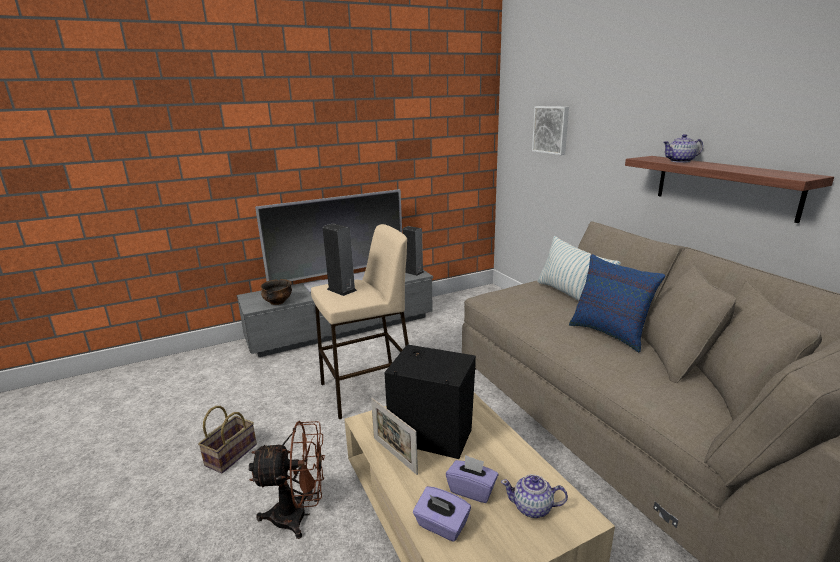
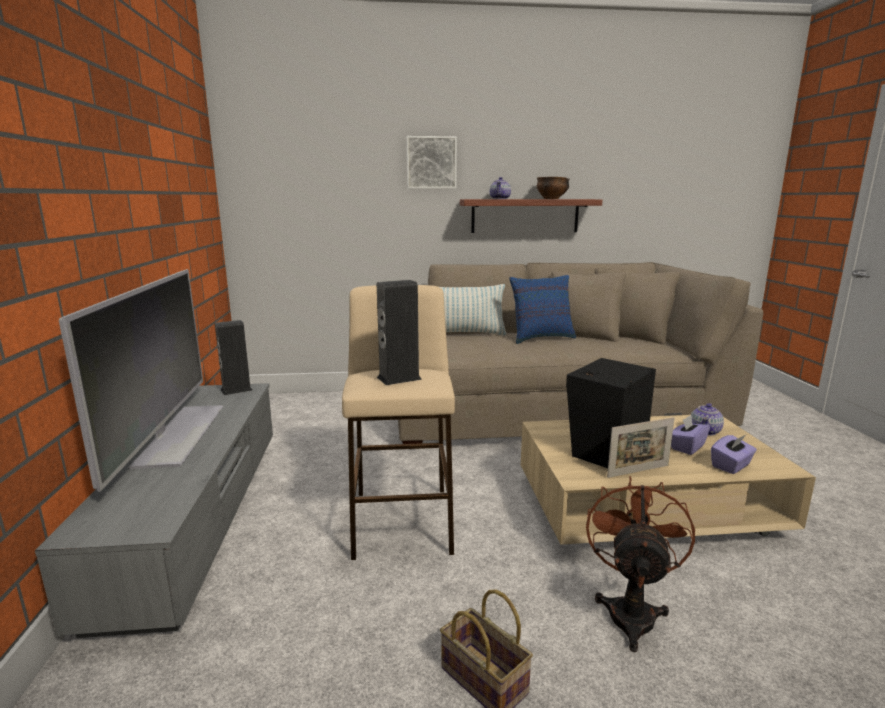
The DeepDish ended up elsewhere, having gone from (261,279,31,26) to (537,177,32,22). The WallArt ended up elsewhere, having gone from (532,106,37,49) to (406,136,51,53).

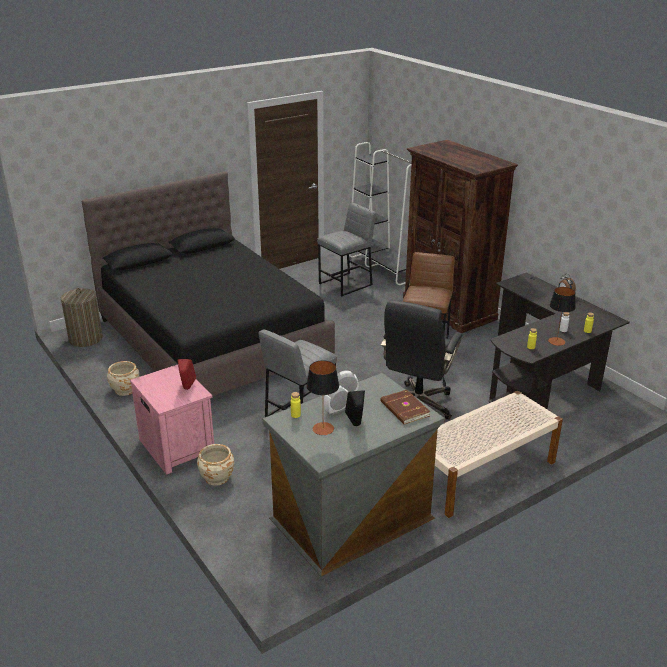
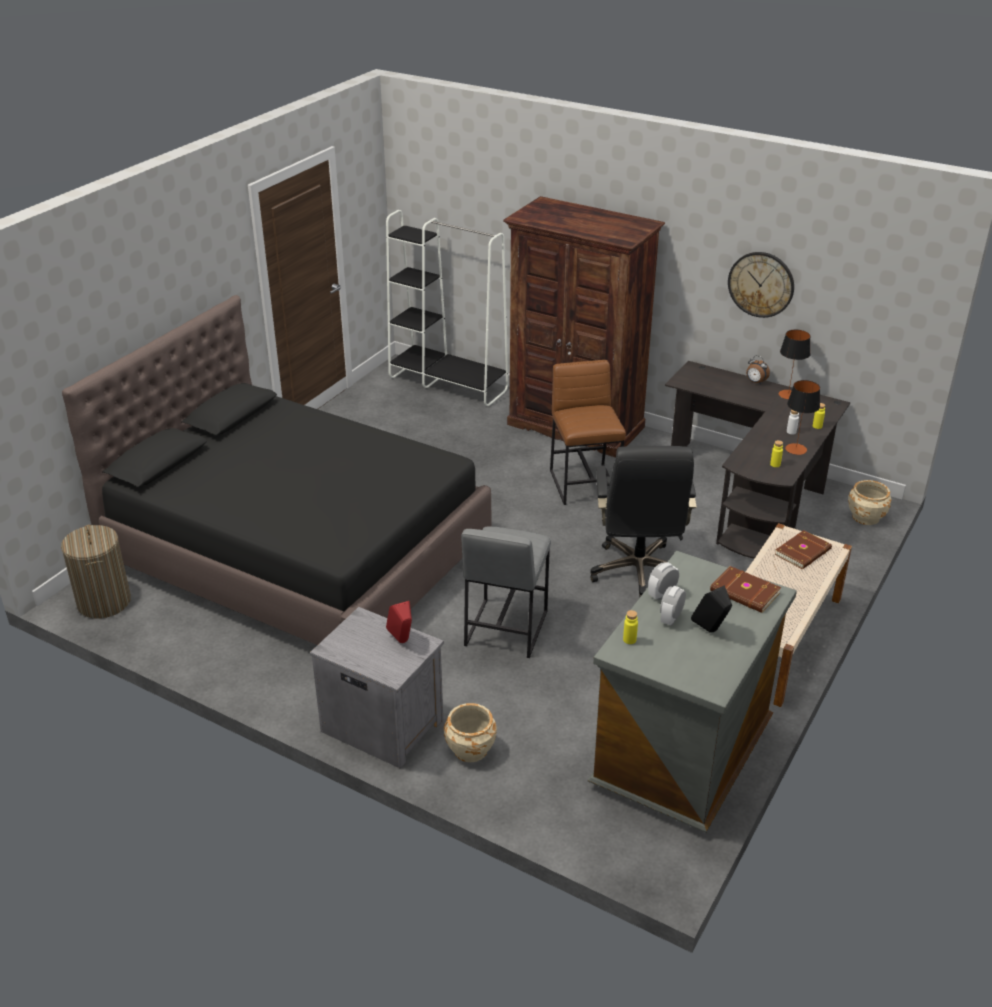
The second view lost the GreyUprightChair at (317,203,59,93). The second view gained the HangingClock at (728,252,66,66). The second view gained the BrownishVolume at (775,530,57,39). The SandColouredPlantPot ended up elsewhere, having gone from (107,361,32,35) to (848,480,43,45). The TableLamp ended up elsewhere, having gone from (306,360,33,75) to (779,330,32,69). What was the PinkNightTable at (130,365,84,110) turned into the GreyNightTable at (310,607,134,162).

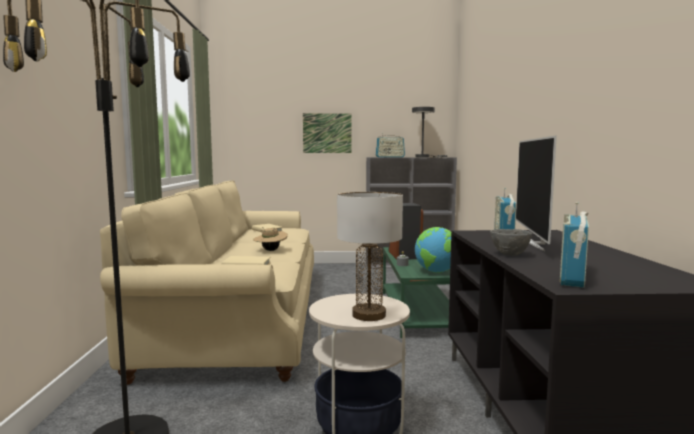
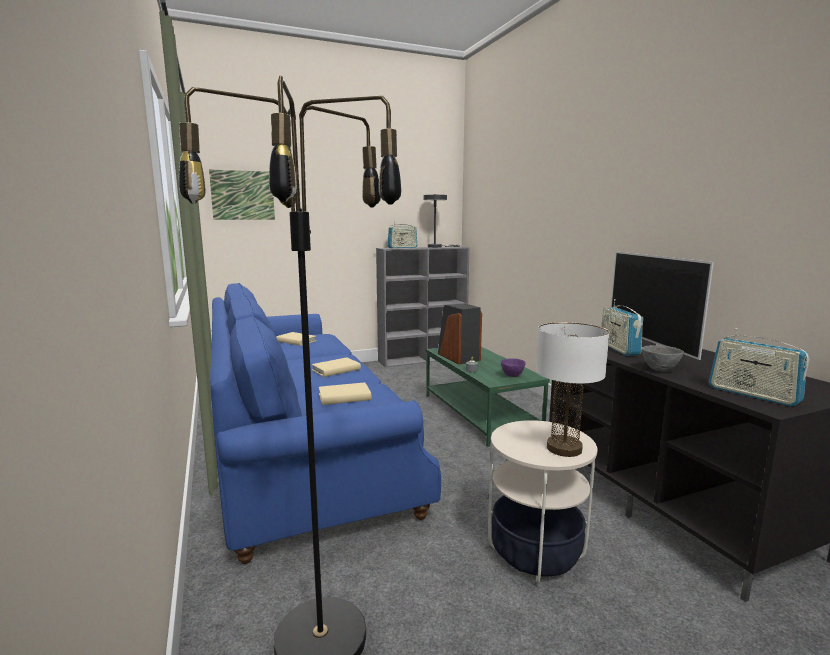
The WallArt ended up elsewhere, having gone from (303,113,49,40) to (209,169,66,51). Where the SandColouredWearableHat stood at (253,227,35,24), the SandColouredVolume came to stand at (312,357,49,20). Where the Globe stood at (415,227,36,46), the PurpleDeepDish came to stand at (501,358,25,19). What was the SandColouredSofa at (100,180,214,205) turned into the BlueColouredSofa at (210,283,231,281). The RadioSet at (560,202,29,86) ended up facing another way, 45 degrees counterclockwise from before.

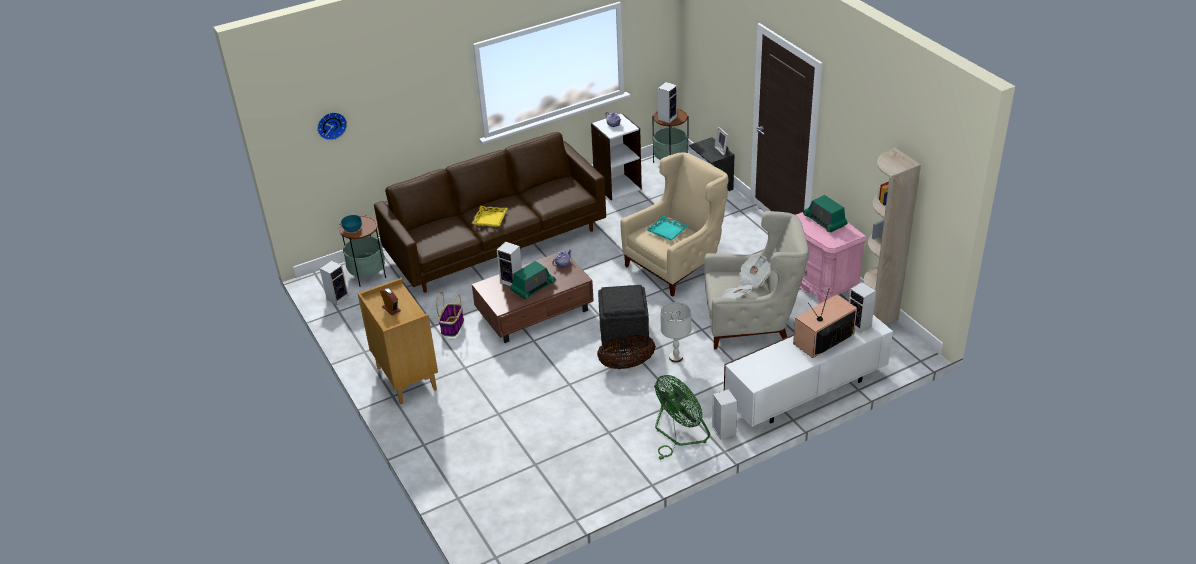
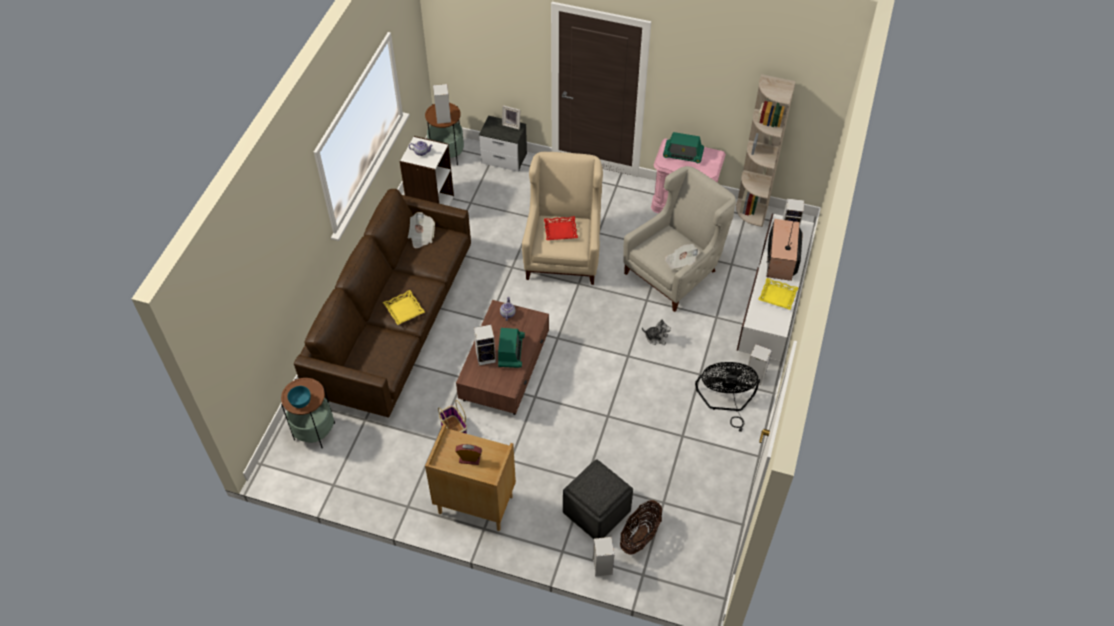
The second view lost the HangingClock at (317,112,30,28). The second view gained the YellowColouredTray at (758,278,41,32). The AudioSpeaker ended up elsewhere, having gone from (320,260,29,45) to (593,537,21,40). The HouseholdBasket ended up elsewhere, having gone from (597,335,59,34) to (620,500,42,55). The GreyPouffe ended up elsewhere, having gone from (598,285,51,65) to (563,460,70,79). The DailyPaper ended up elsewhere, having gone from (739,256,31,33) to (408,212,27,36). Where the GreyTableLamp stood at (660,302,31,61), the CuddlyToy came to stand at (642,319,29,26). What was the TurquoiseColouredTray at (646,216,42,24) turned into the RedTray at (544,216,34,24). What was the GreenCoolingFan at (654,375,56,85) turned into the BlackishCoolingFan at (695,362,65,70).

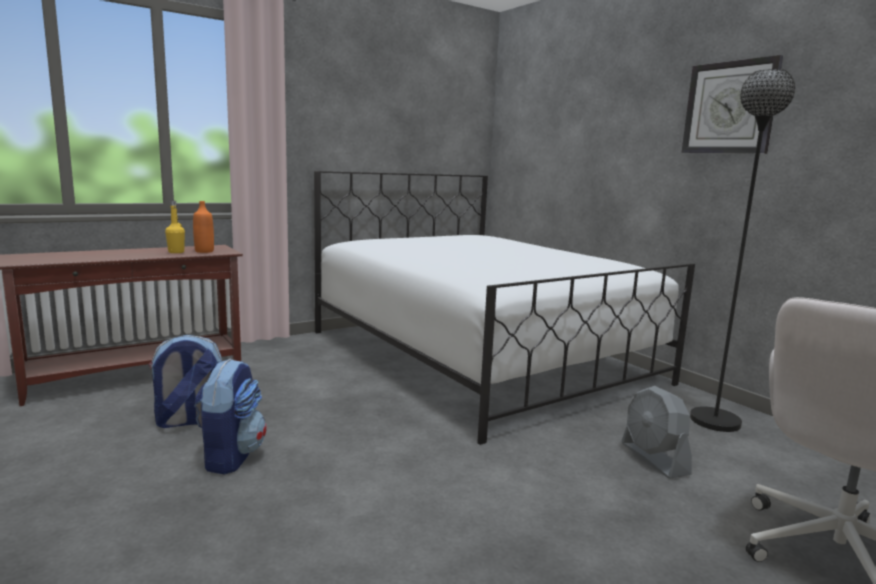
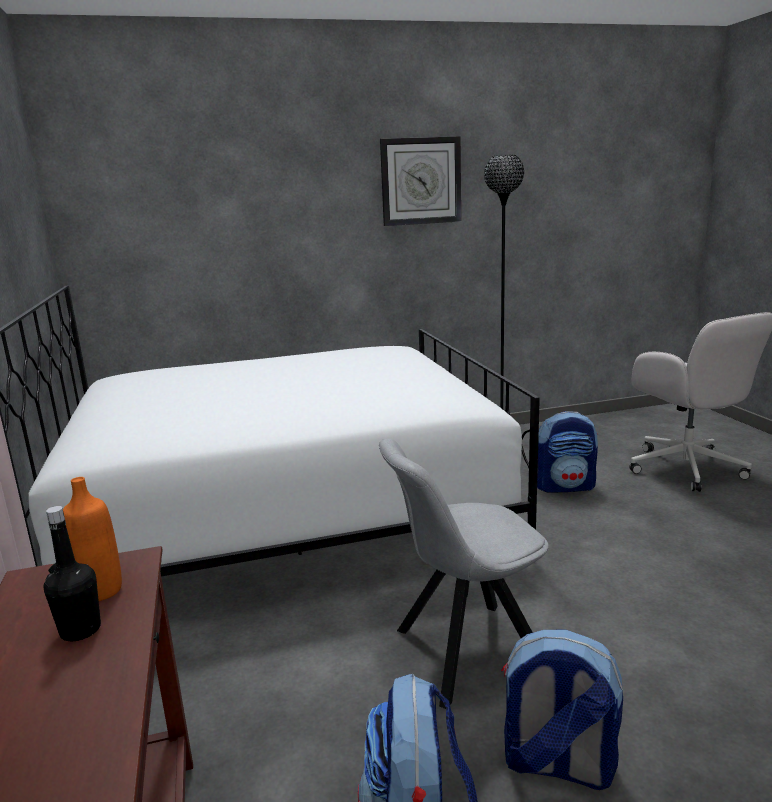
The second view gained the GreyUprightChair at (379,439,170,270). Where the GreyCoolingFan stood at (622,386,70,93), the Knapsack came to stand at (537,411,61,82). What was the YellowColouredBeverageBottle at (165,201,20,52) turned into the BlackishBeverageBottle at (44,506,57,136).

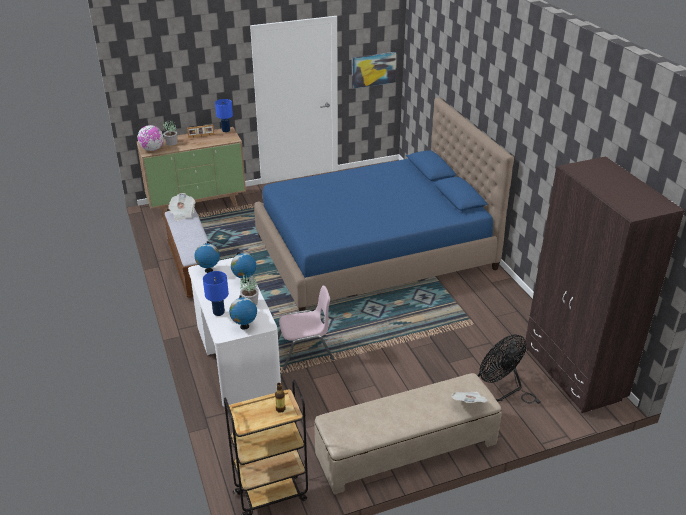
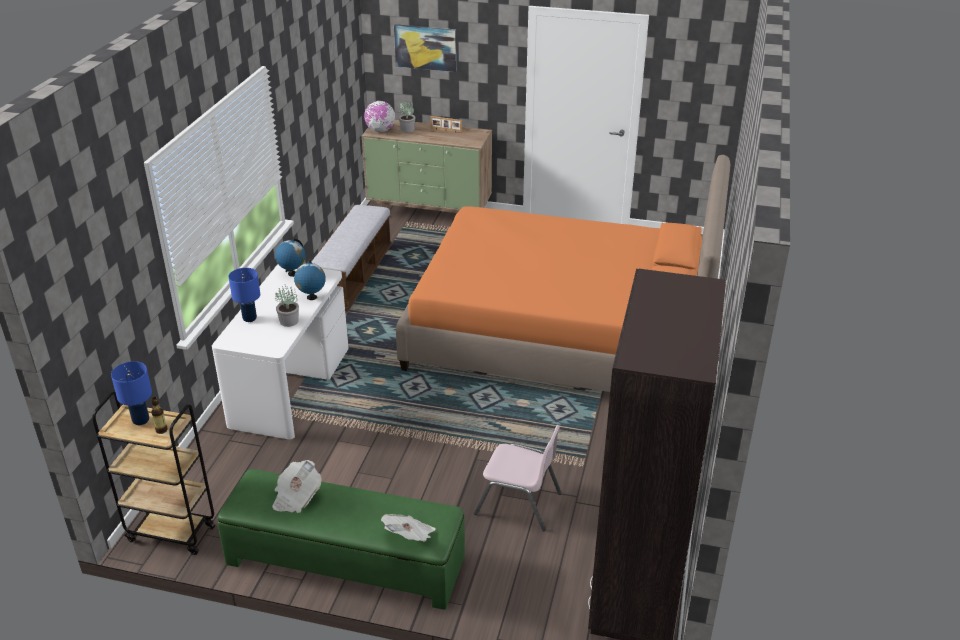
The second view lost the Globe at (229,295,28,35). The second view lost the BlackishCoolingFan at (477,335,64,69). The DailyPaper ended up elsewhere, having gone from (168,193,28,28) to (272,460,49,53). The BlueColouredTableLamp ended up elsewhere, having gone from (215,99,18,33) to (111,361,41,64). The PinkUprightChair ended up elsewhere, having gone from (278,286,56,84) to (474,425,88,106). The WallArt ended up elsewhere, having gone from (352,52,44,37) to (394,24,63,48). What was the BlueColouredSleepingBed at (254,97,260,214) turned into the OrangeySleepingBed at (396,155,334,237). What was the SandColouredIndoorBench at (314,373,188,121) turned into the GreenIndoorBench at (218,469,247,141).

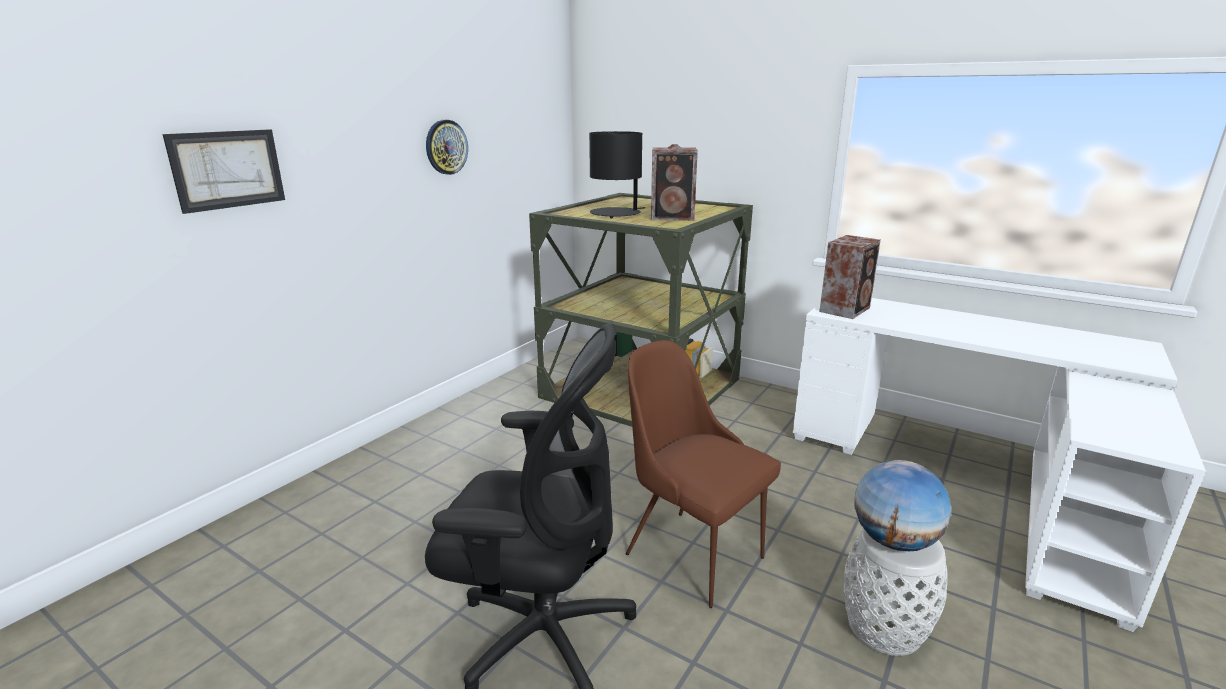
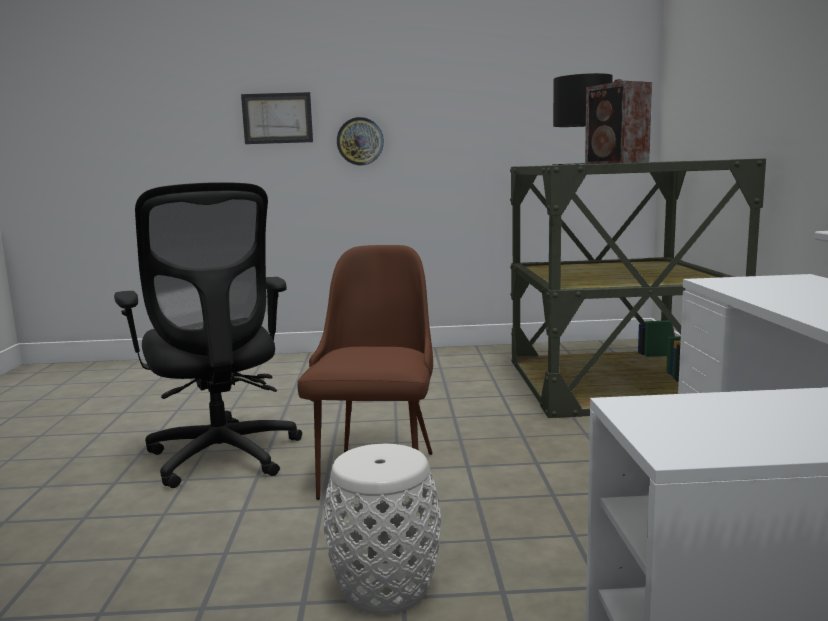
The second view lost the AudioSpeaker at (819,235,62,84). The second view lost the Globe at (855,460,96,91). The HangingClock ended up elsewhere, having gone from (426,120,42,55) to (337,117,47,48).

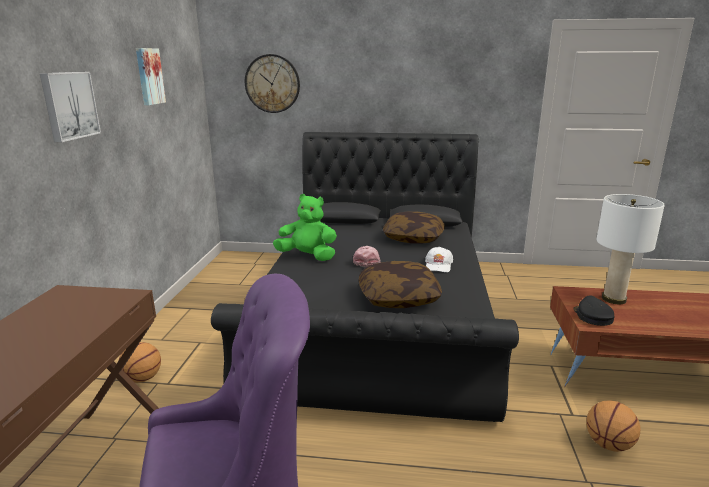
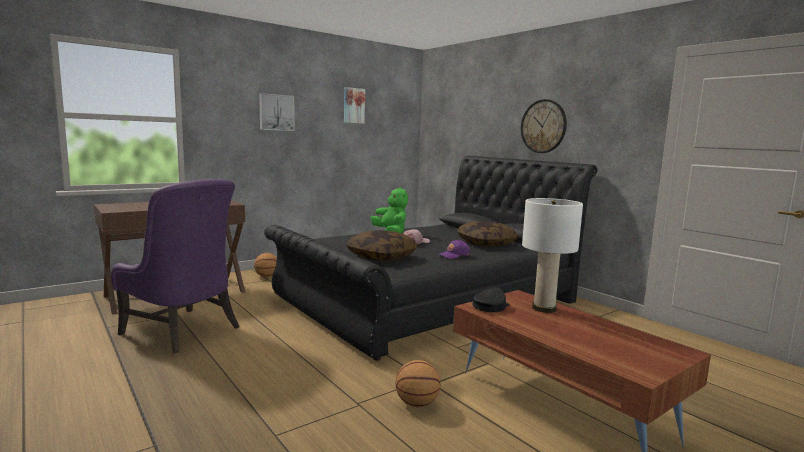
The HangingClock ended up elsewhere, having gone from (245,54,55,59) to (521,99,46,54). What was the WhiteColouredCap at (425,247,28,25) turned into the PurpleCap at (438,240,33,19).

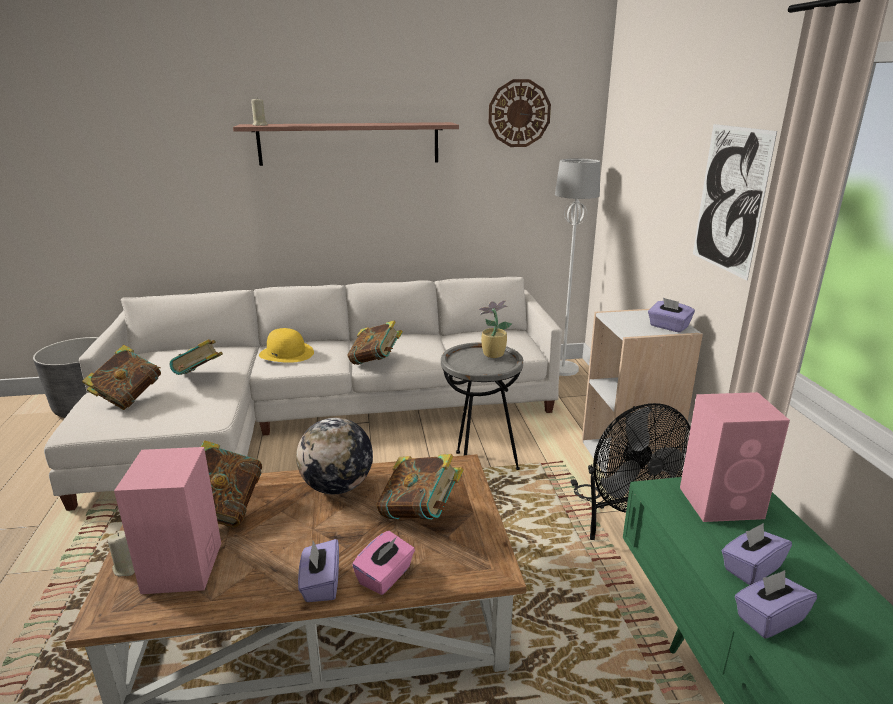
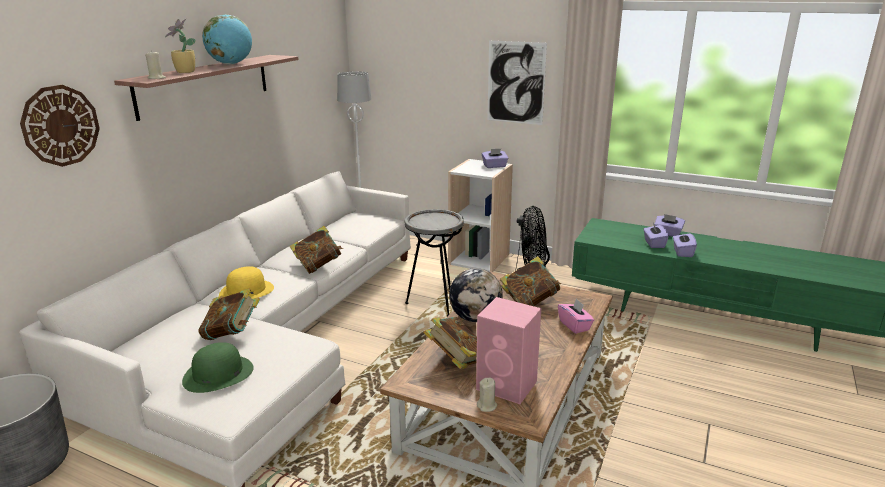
The second view lost the PinkAudioSpeaker at (680,392,110,130). The second view gained the Globe at (202,14,50,51). The PurpleTissueBox ended up elsewhere, having gone from (298,539,41,63) to (654,214,31,23). The Houseplant ended up elsewhere, having gone from (478,300,34,58) to (165,18,31,55). The HangingClock ended up elsewhere, having gone from (489,79,62,68) to (20,85,80,82). Where the Volume stood at (82,345,79,65), the GreenWearableHat came to stand at (182,342,72,51).

